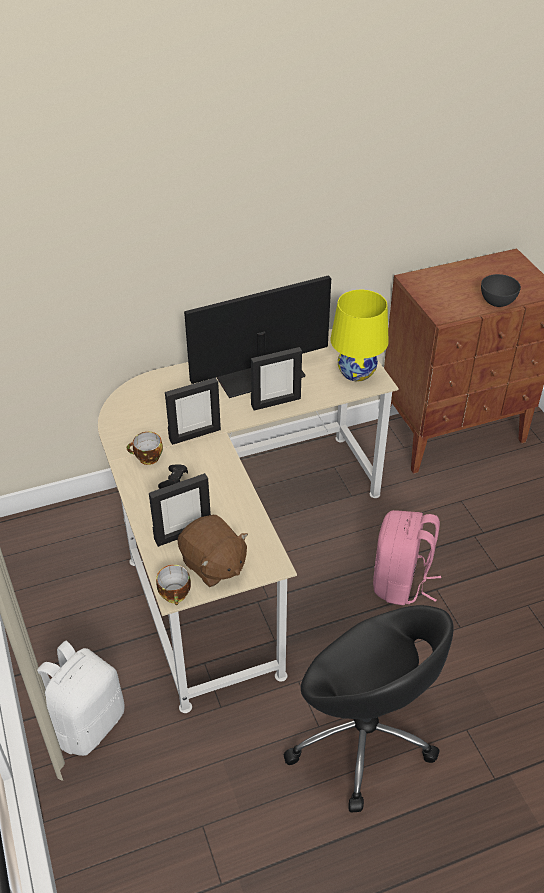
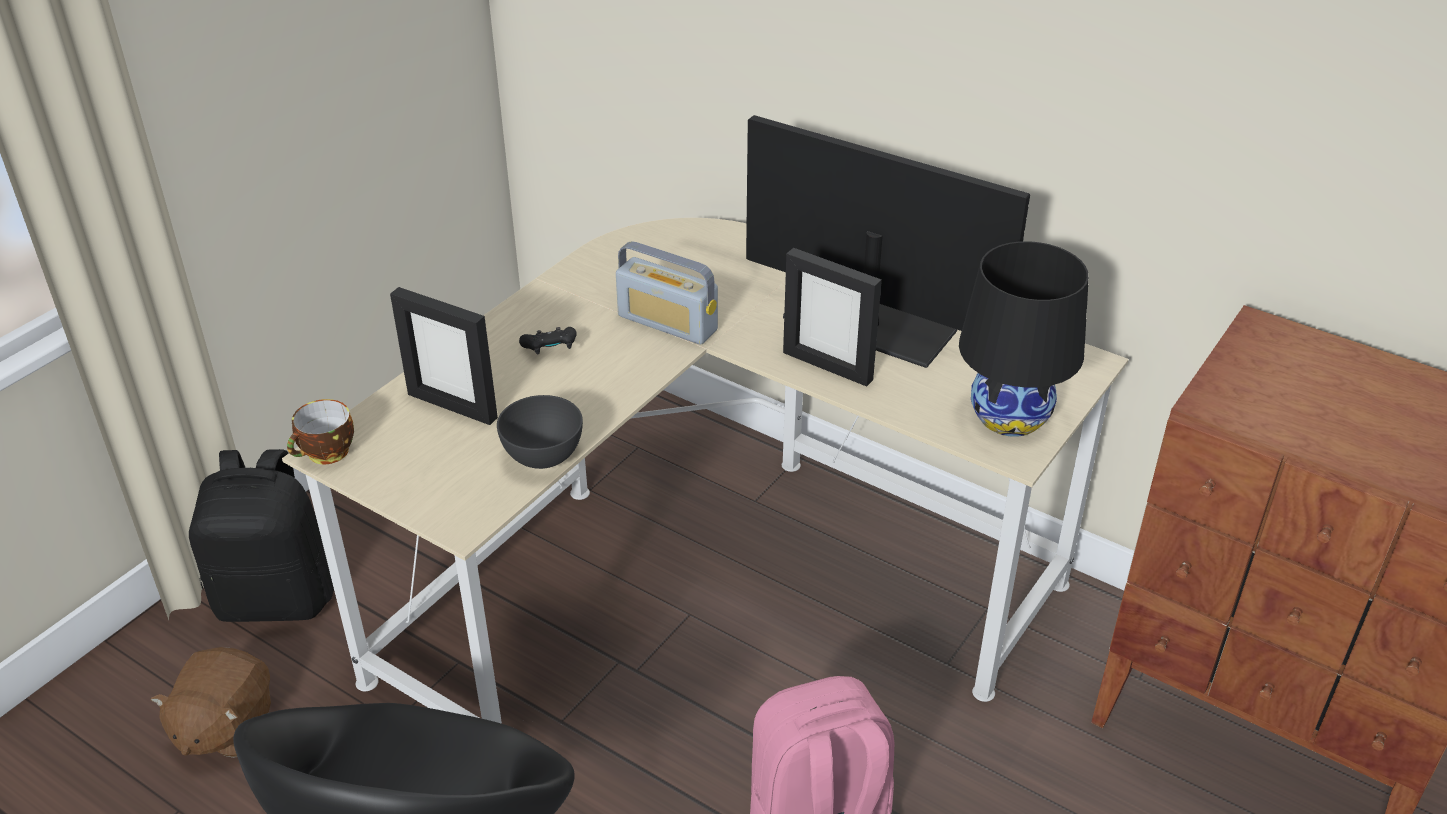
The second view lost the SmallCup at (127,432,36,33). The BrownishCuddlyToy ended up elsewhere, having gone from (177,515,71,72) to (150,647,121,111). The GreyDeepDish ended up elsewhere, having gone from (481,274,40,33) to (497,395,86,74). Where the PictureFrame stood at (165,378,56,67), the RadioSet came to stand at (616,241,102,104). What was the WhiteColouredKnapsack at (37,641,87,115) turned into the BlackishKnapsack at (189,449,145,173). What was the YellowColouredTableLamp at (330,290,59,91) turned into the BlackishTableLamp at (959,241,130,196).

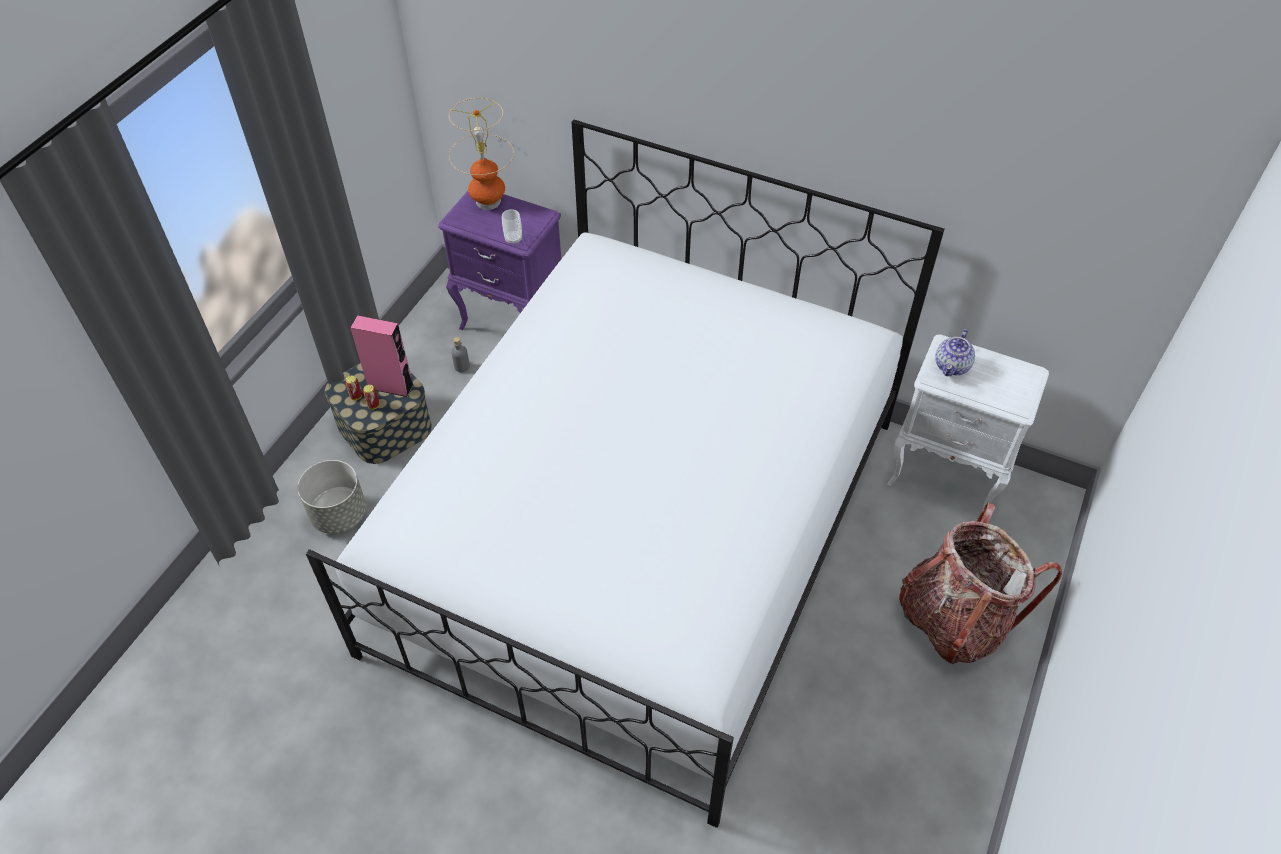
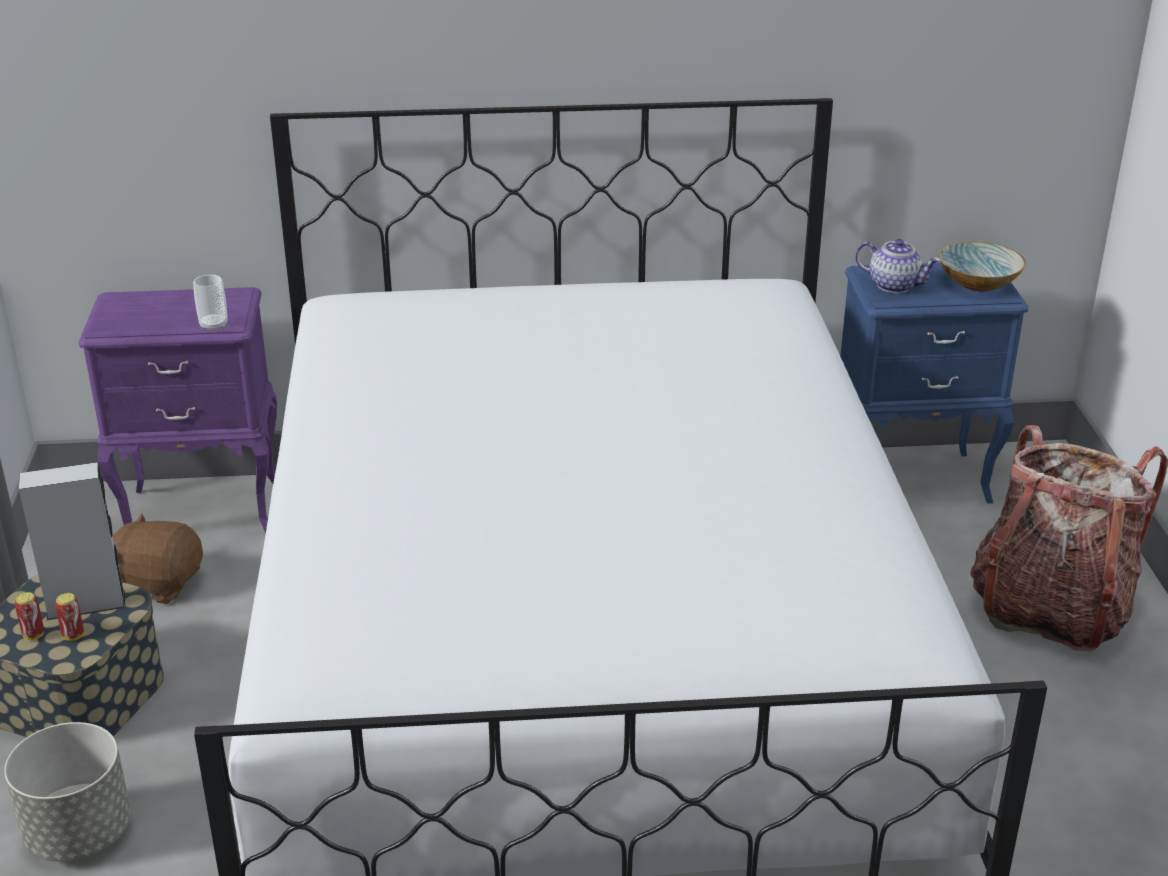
The second view lost the TableLamp at (449,98,65,112). The second view gained the DeepDish at (939,241,87,51). Where the GreyBeverageBottle stood at (451,337,19,36), the BrownishCuddlyToy came to stand at (113,513,90,91). What was the PinkAudioSpeaker at (350,316,64,81) turned into the GreyAudioSpeaker at (19,462,106,158). What was the WhiteColouredNightTable at (887,334,162,175) turned into the BlueColouredNightTable at (840,263,189,241). The TeaPot at (935,329,40,47) ended up facing another way, 60 degrees counterclockwise from before.

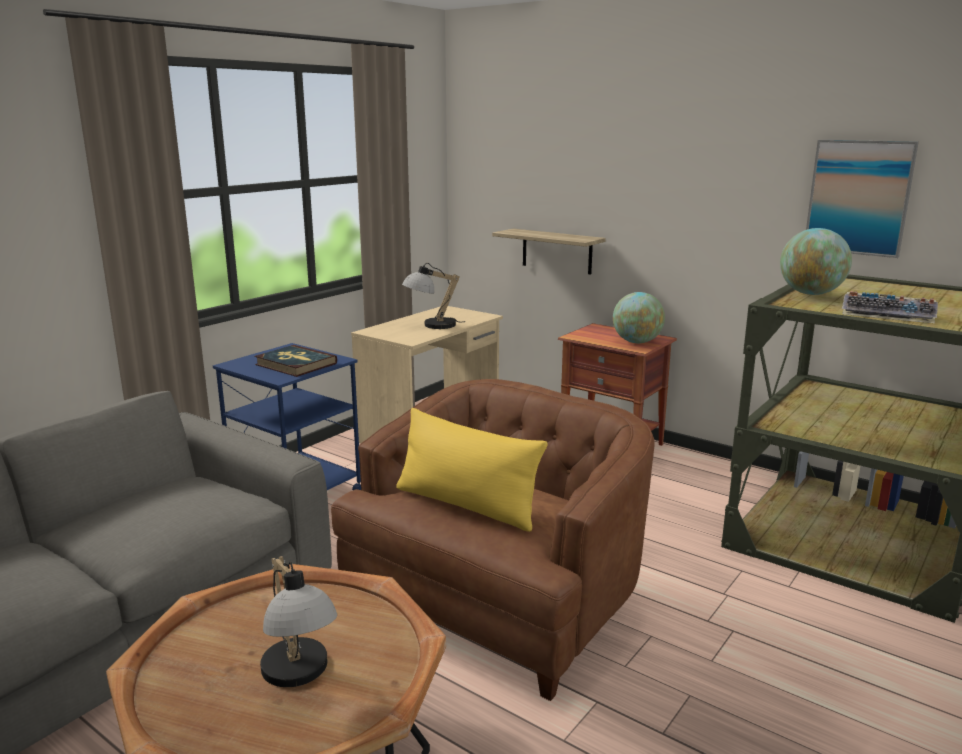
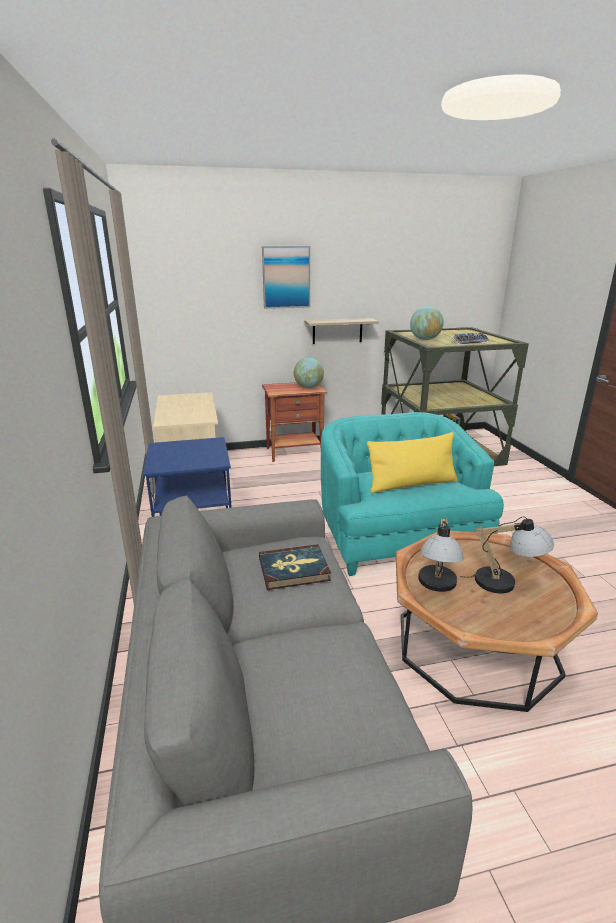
The Volume ended up elsewhere, having gone from (254,345,83,32) to (259,544,72,46). The TableLamp ended up elsewhere, having gone from (402,263,64,66) to (418,518,46,74). The Shelf ended up elsewhere, having gone from (492,229,114,46) to (304,318,75,26). The WallArt ended up elsewhere, having gone from (806,140,113,118) to (262,246,48,63). What was the BrownishLoungeChair at (331,379,324,322) turned into the TurquoiseColouredLoungeChair at (321,412,183,164).

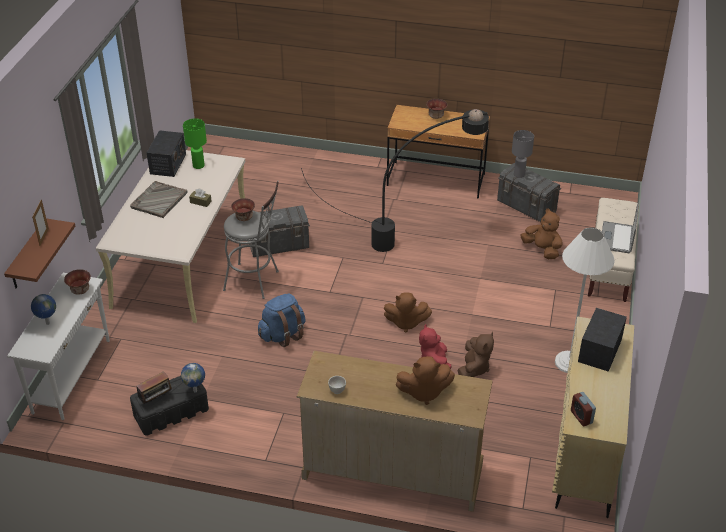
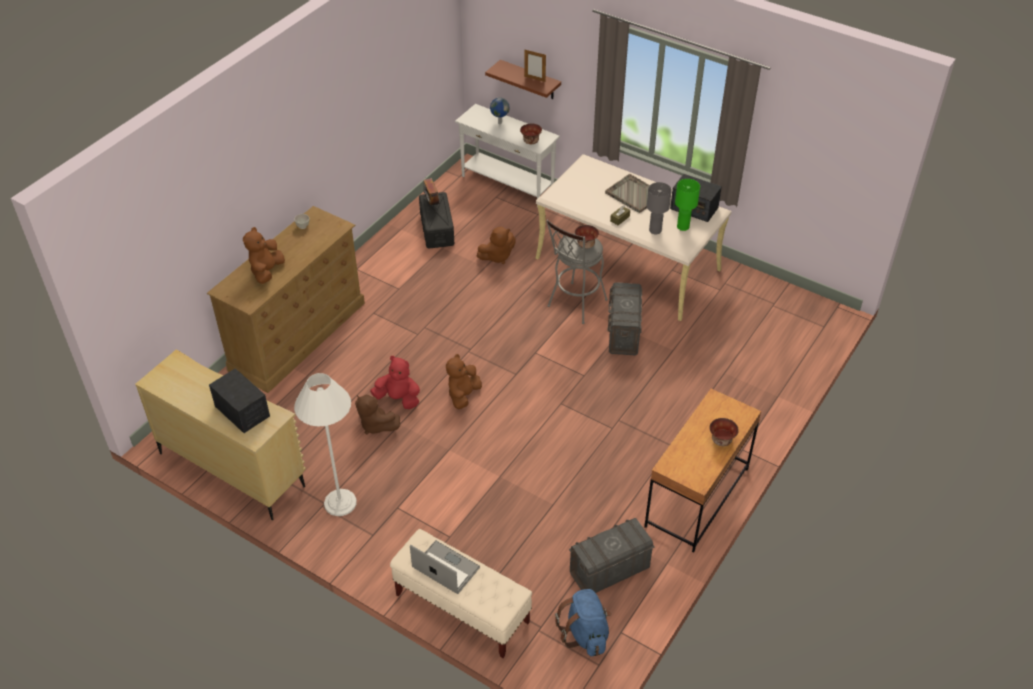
The second view lost the Globe at (181,363,24,30). The second view lost the BlackishFloorLamp at (301,109,188,143). The second view lost the TableClock at (571,392,25,34). The BlueColouredKnapsack ended up elsewhere, having gone from (258,293,48,54) to (555,589,56,67). The GreyTableLamp ended up elsewhere, having gone from (512,130,22,48) to (647,182,25,52). The BrownishCuddlyToy ended up elsewhere, having gone from (521,208,42,51) to (476,227,40,37).

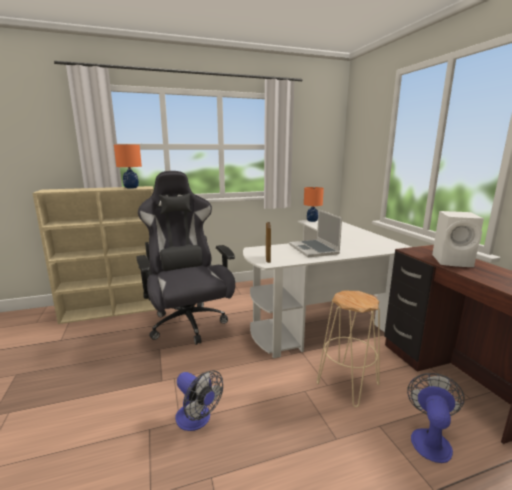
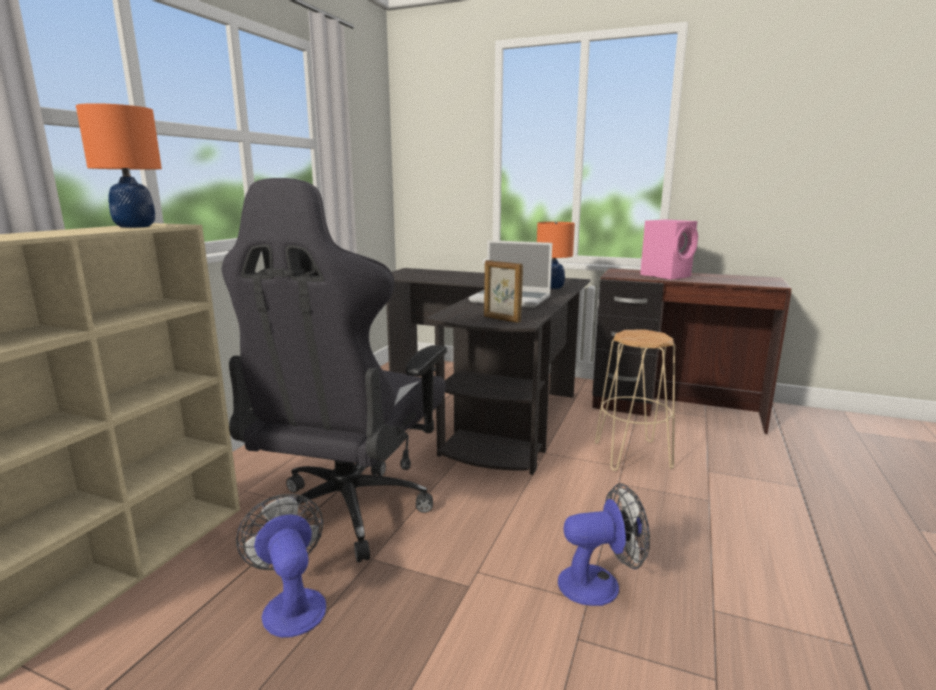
The OrangeyTableLamp ended up elsewhere, having gone from (304,187,20,35) to (537,222,38,67). The CoolingFan ended up elsewhere, having gone from (407,373,58,90) to (236,494,90,144). What was the WhiteColouredDesk at (243,220,168,138) turned into the BlackishDesk at (386,268,204,207). What was the WhiteColouredAudioSpeaker at (432,211,52,56) turned into the PinkAudioSpeaker at (640,219,58,60). The BlackishOfficeChair at (136,171,99,174) ended up facing another way, 90 degrees counterclockwise from before.

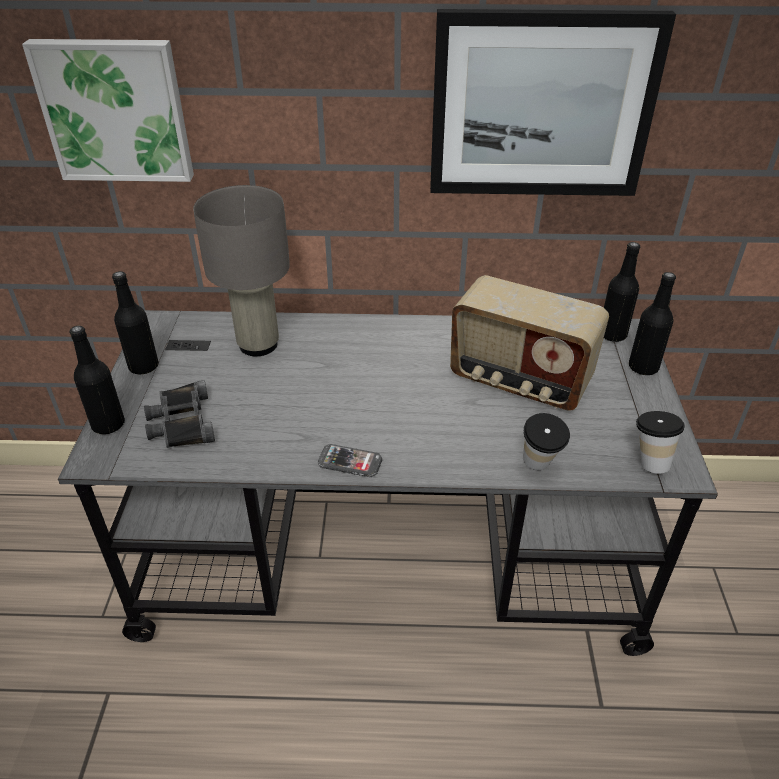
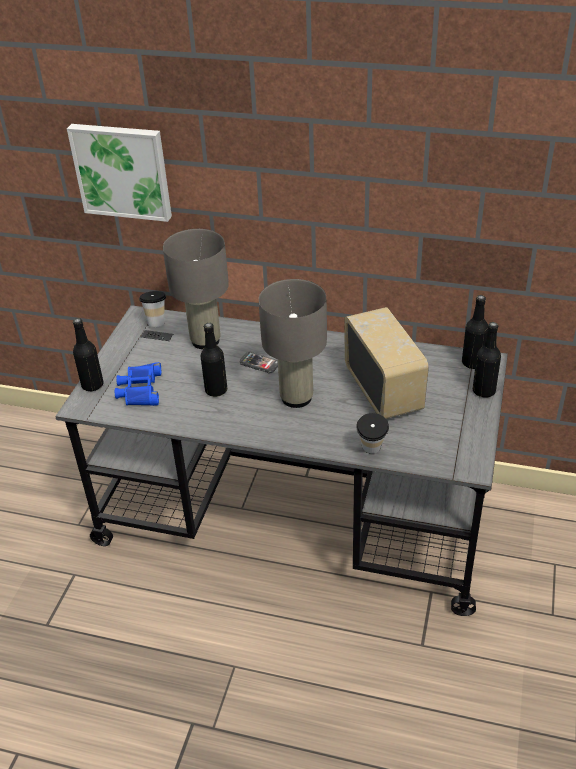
The second view lost the WallArt at (430,9,246,187). The second view gained the GreyTableLamp at (259,279,68,129). The BlackishBeverageBottle ended up elsewhere, having gone from (112,271,47,104) to (201,323,26,74). The Phone ended up elsewhere, having gone from (318,444,64,33) to (239,352,39,21). The SmallCup ended up elsewhere, having gone from (636,411,49,63) to (139,291,27,36). What was the BlackishPairOfBinoculars at (144,380,71,68) turned into the BlueColouredPairOfBinoculars at (115,362,46,44). The RadioSet at (450,275,159,136) ended up facing another way, 150 degrees counterclockwise from before.

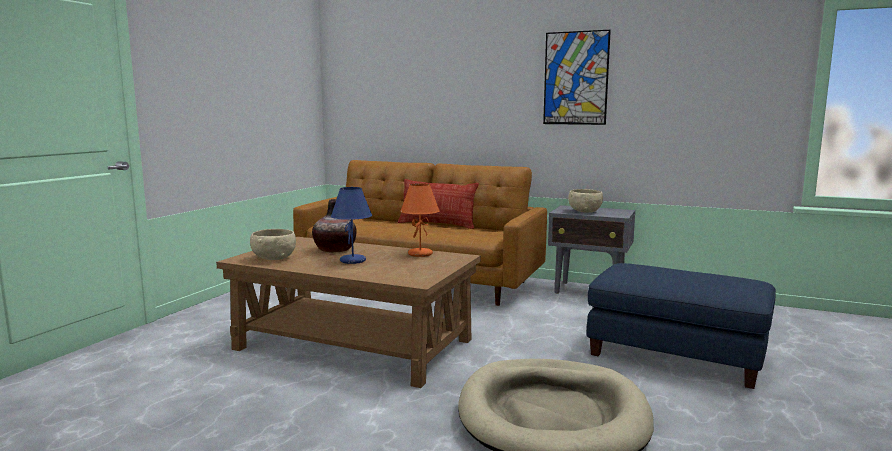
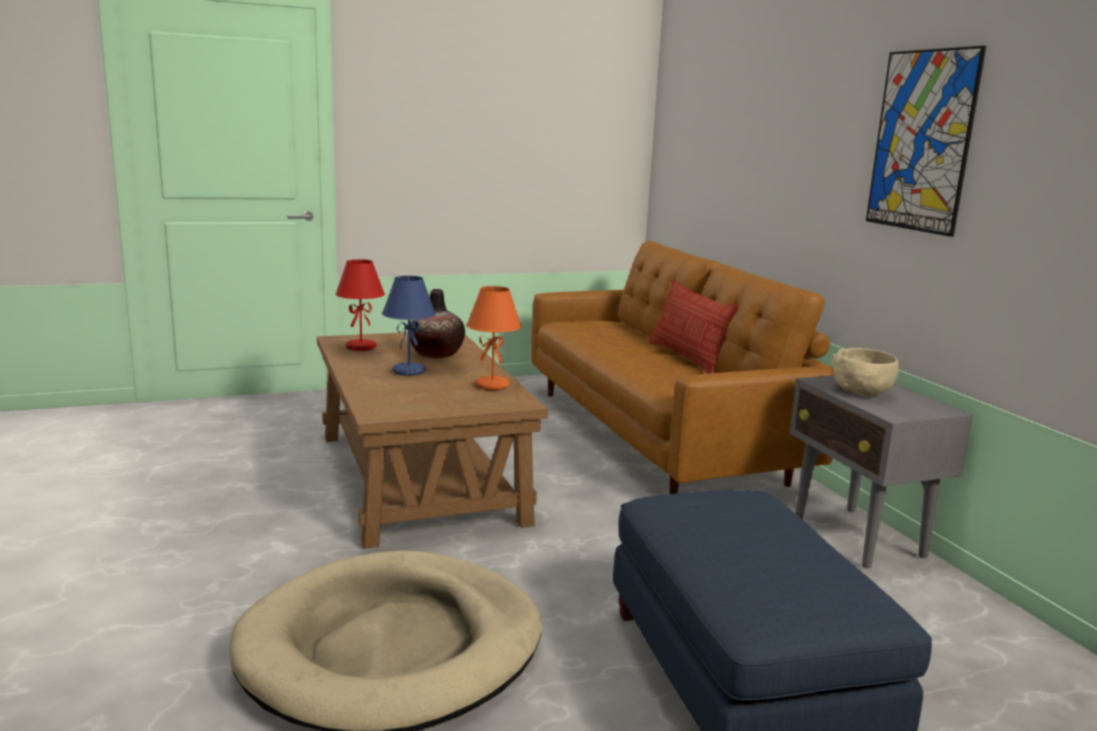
Where the SandColouredDeepDish stood at (250,229,46,31), the RedTableLamp came to stand at (335,259,50,92).

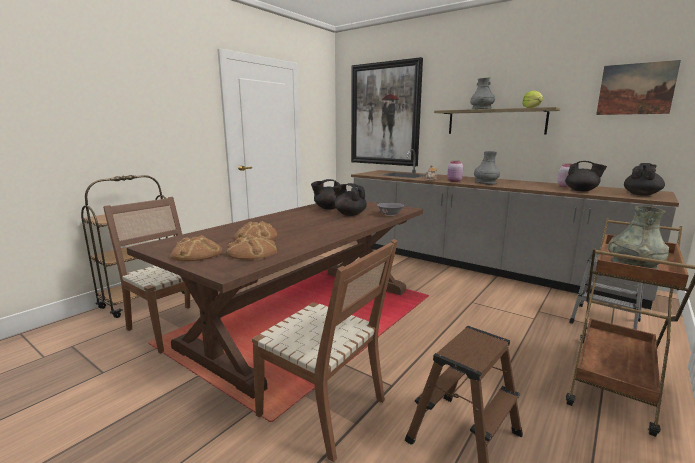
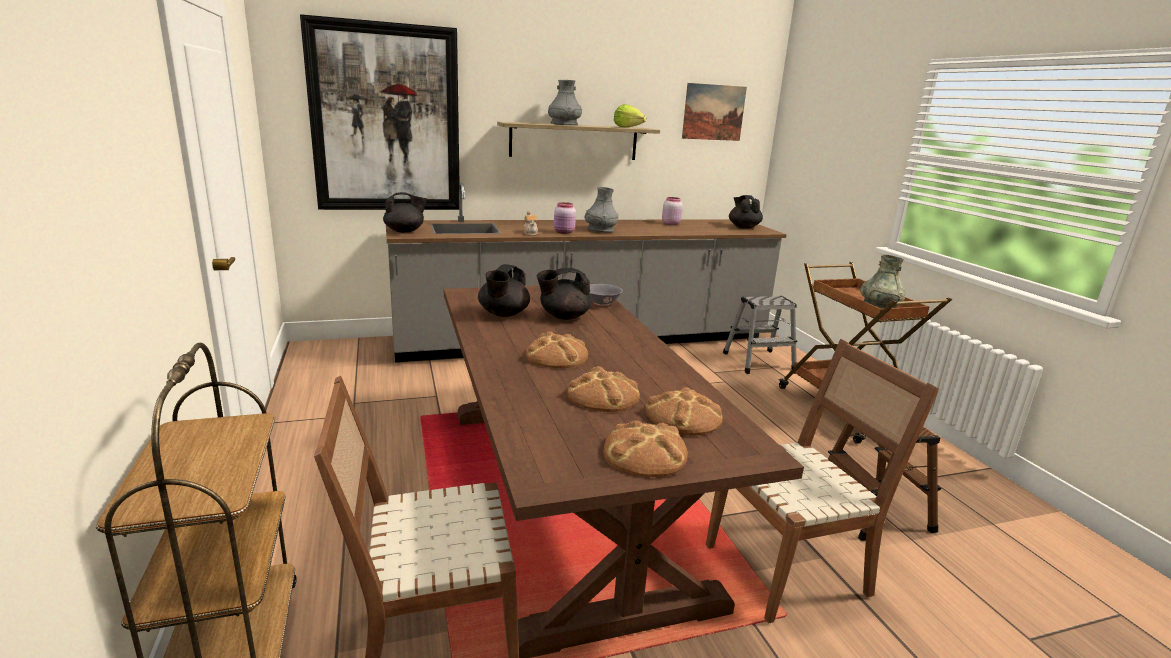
The second view gained the BakedBread at (526,331,62,37). The BlackishTeaPot ended up elsewhere, having gone from (565,161,42,30) to (383,192,44,41).

